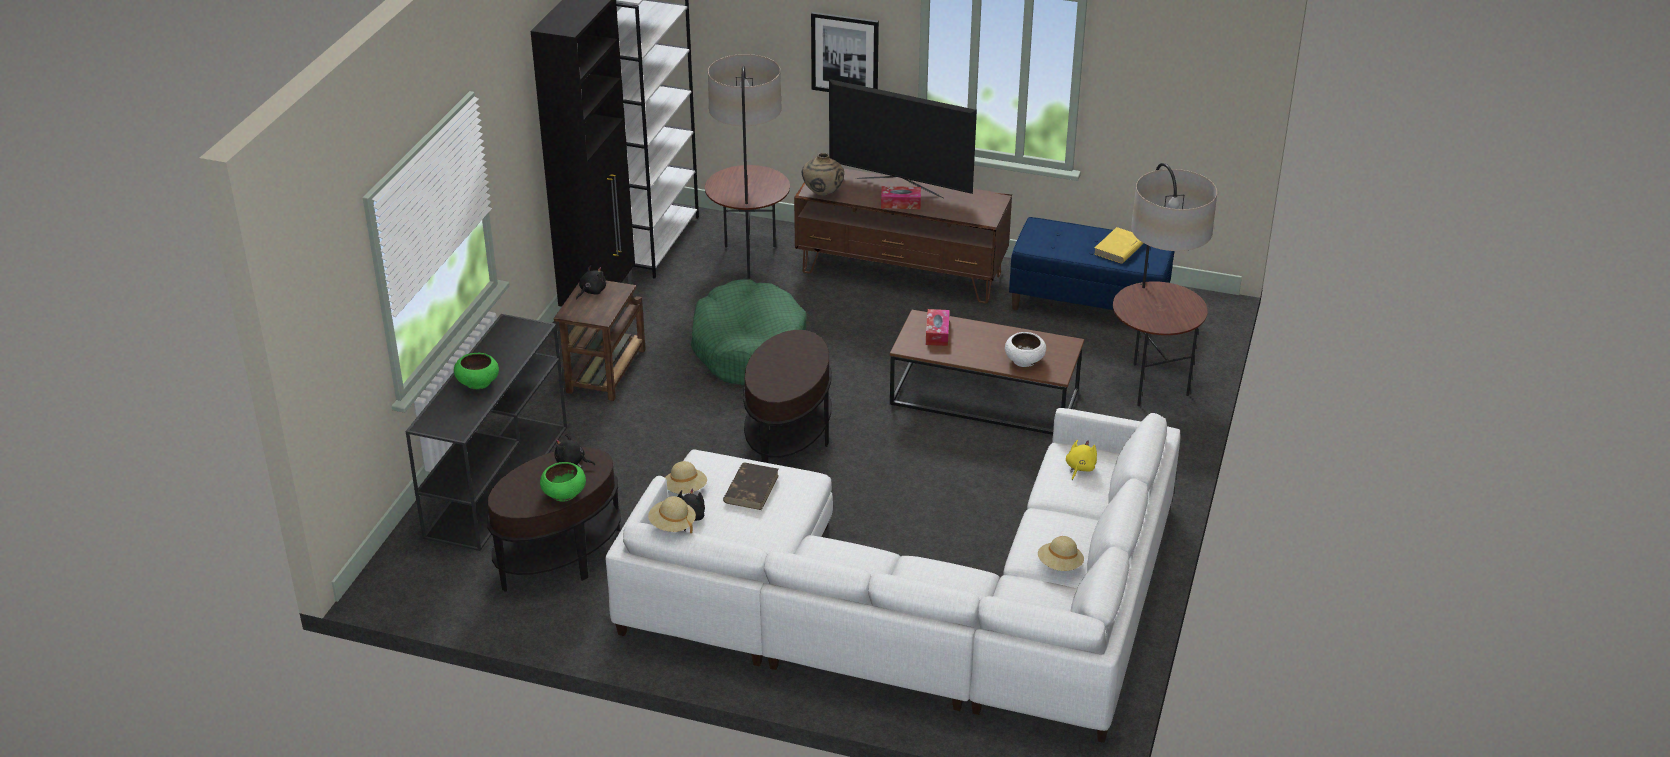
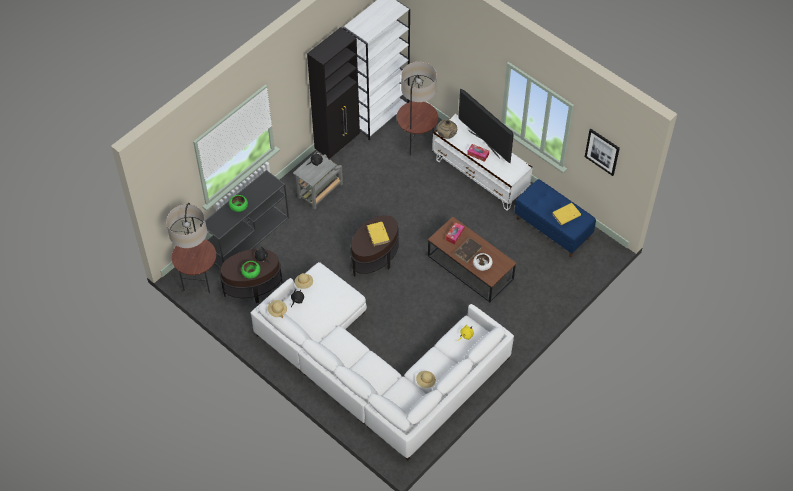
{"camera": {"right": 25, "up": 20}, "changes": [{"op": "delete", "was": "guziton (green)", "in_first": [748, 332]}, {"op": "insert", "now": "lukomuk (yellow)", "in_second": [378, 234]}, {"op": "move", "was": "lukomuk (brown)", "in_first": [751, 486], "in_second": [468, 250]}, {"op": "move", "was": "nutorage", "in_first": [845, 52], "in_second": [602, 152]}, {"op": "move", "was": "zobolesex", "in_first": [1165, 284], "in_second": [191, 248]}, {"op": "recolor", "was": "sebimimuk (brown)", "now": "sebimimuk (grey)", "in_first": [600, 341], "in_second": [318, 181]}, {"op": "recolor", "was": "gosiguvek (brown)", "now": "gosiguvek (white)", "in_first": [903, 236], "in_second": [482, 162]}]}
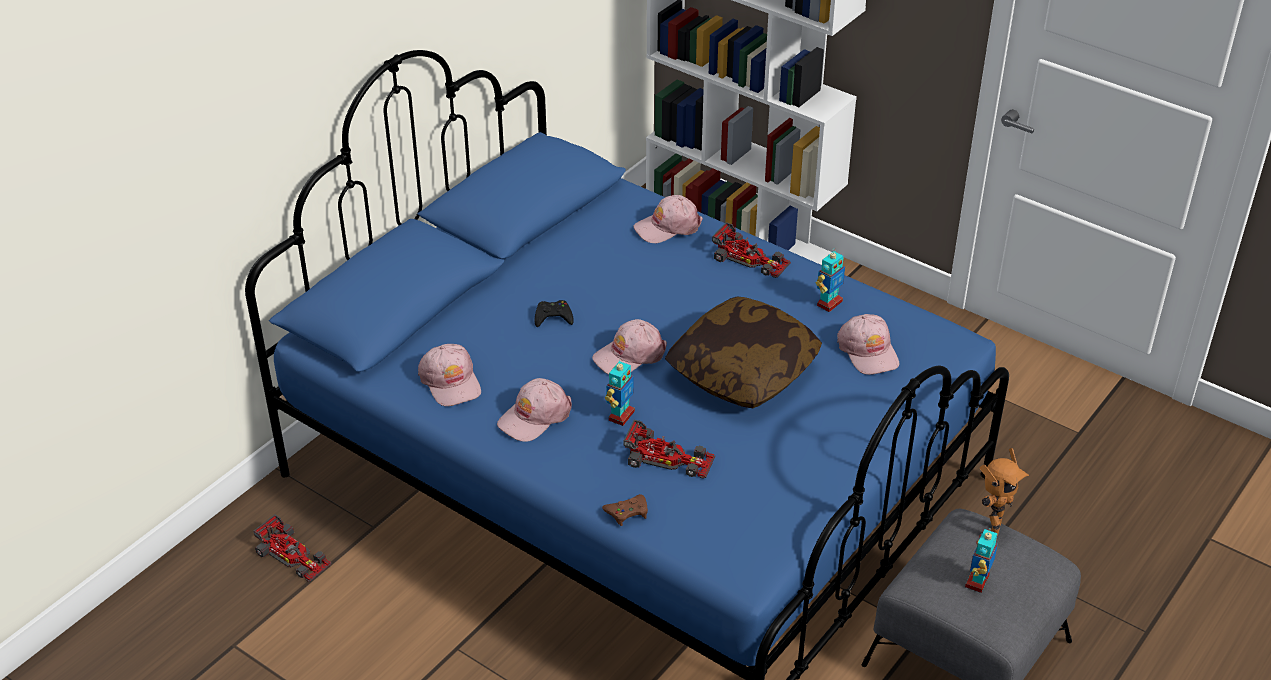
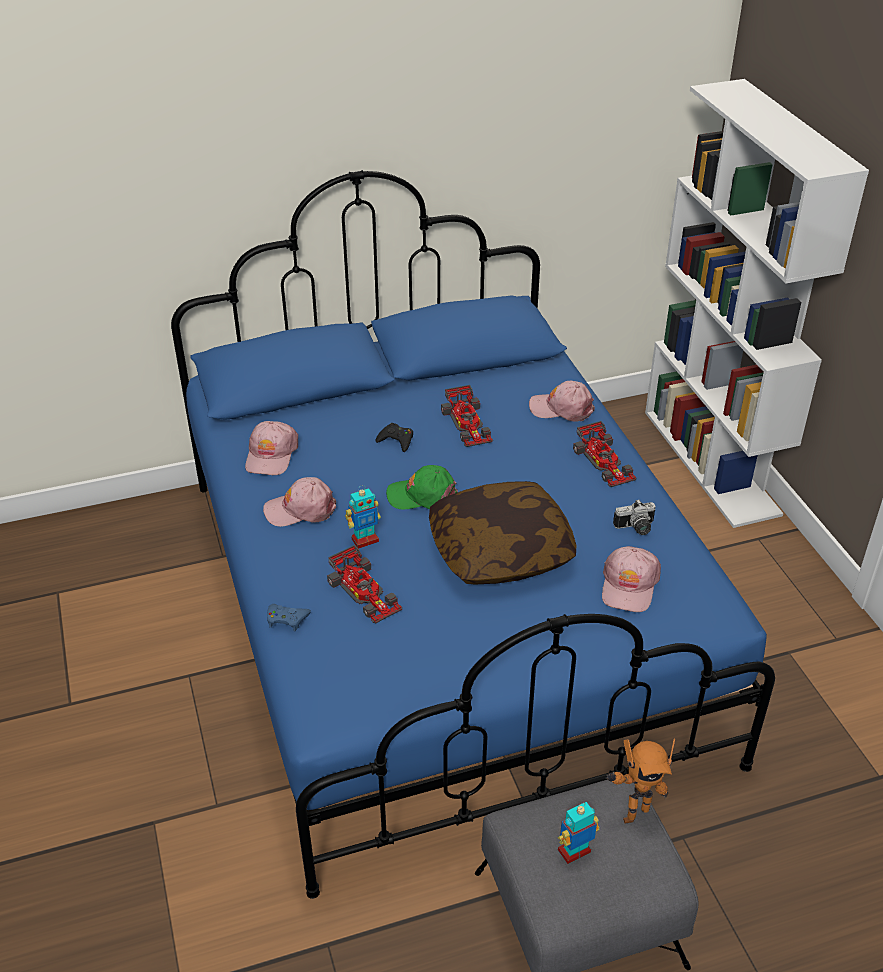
{"camera": {"right": 35, "up": 0}, "changes": [{"op": "move", "was": "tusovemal", "in_first": [292, 548], "in_second": [467, 416]}, {"op": "replace", "was": "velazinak", "now": "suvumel", "in_first": [830, 280], "in_second": [634, 517]}, {"op": "recolor", "was": "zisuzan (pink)", "now": "zisuzan (green)", "in_first": [629, 347], "in_second": [422, 487]}, {"op": "recolor", "was": "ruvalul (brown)", "now": "ruvalul (blue)", "in_first": [625, 510], "in_second": [289, 617]}]}
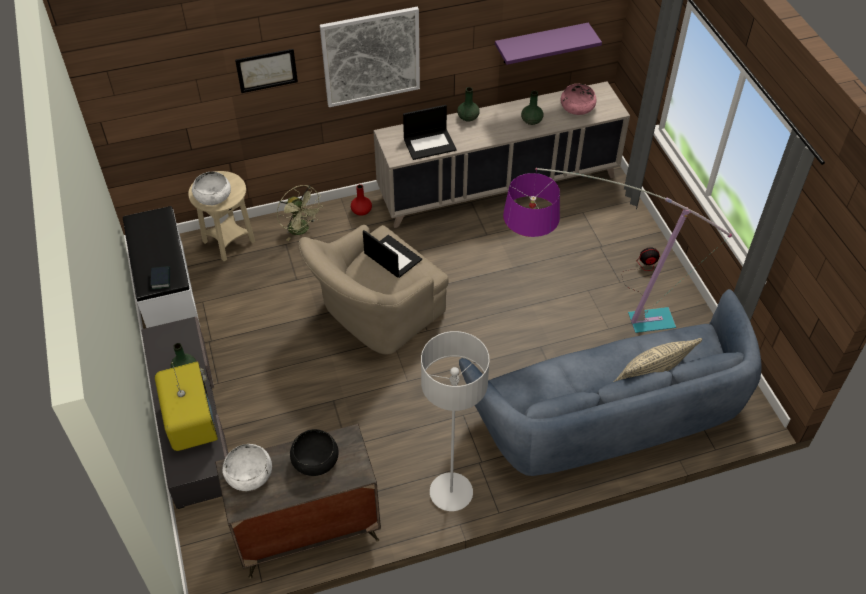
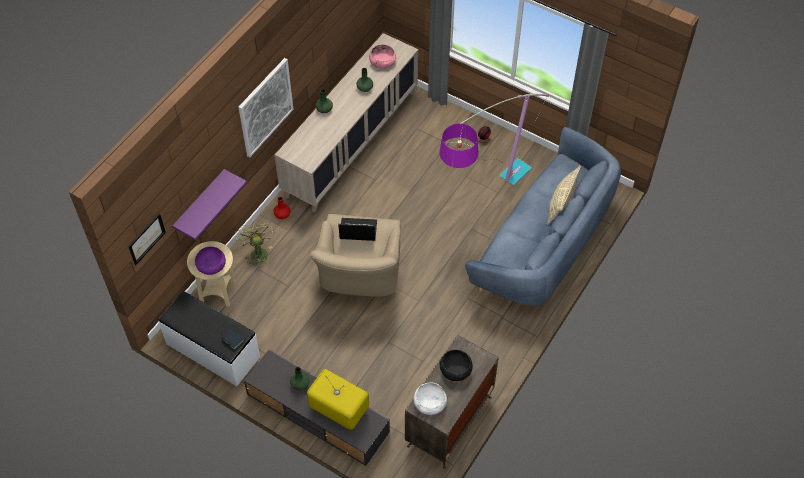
{"camera": {"right": -40, "up": 5}, "changes": [{"op": "delete", "was": "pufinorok", "in_first": [429, 132]}, {"op": "delete", "was": "zobolesex (grey)", "in_first": [455, 421]}, {"op": "move", "was": "nutorage", "in_first": [266, 71], "in_second": [147, 239]}, {"op": "move", "was": "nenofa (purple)", "in_first": [548, 44], "in_second": [209, 204]}, {"op": "recolor", "was": "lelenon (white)", "now": "lelenon (purple)", "in_first": [211, 189], "in_second": [210, 260]}, {"op": "rotate", "was": "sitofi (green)", "in_first": [300, 213], "in_second": [254, 244], "clockwise": -120}]}
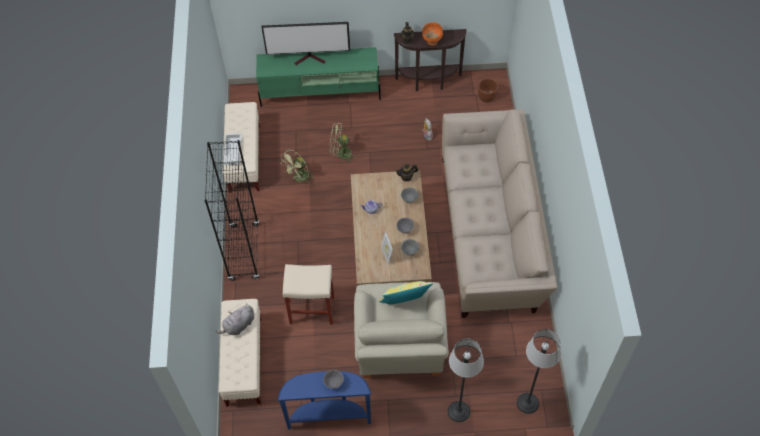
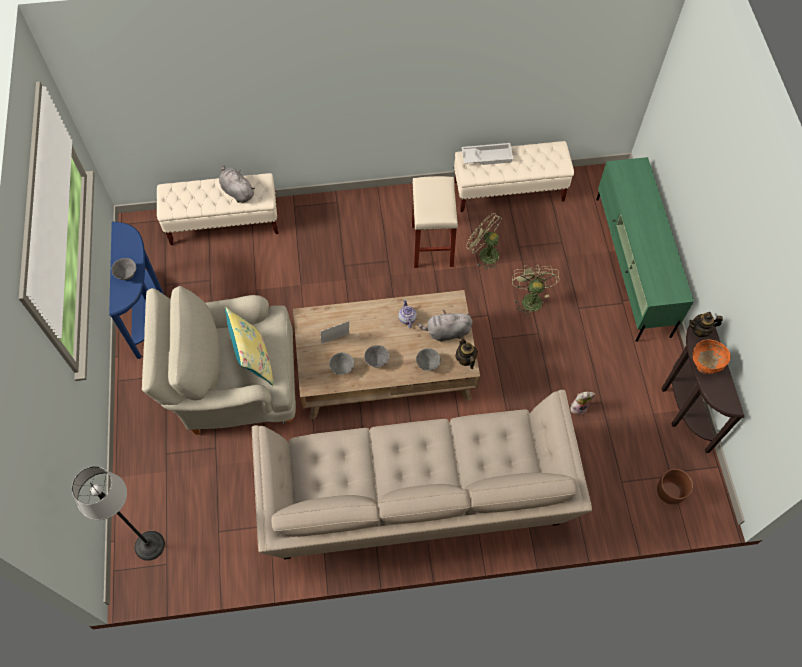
{"camera": {"right": 85, "up": 5}, "changes": [{"op": "delete", "was": "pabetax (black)", "in_first": [232, 210]}, {"op": "delete", "was": "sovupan", "in_first": [305, 43]}, {"op": "delete", "was": "zobolesex", "in_first": [466, 380]}, {"op": "insert", "now": "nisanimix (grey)", "in_second": [445, 326]}, {"op": "move", "was": "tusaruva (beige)", "in_first": [308, 294], "in_second": [435, 222]}]}
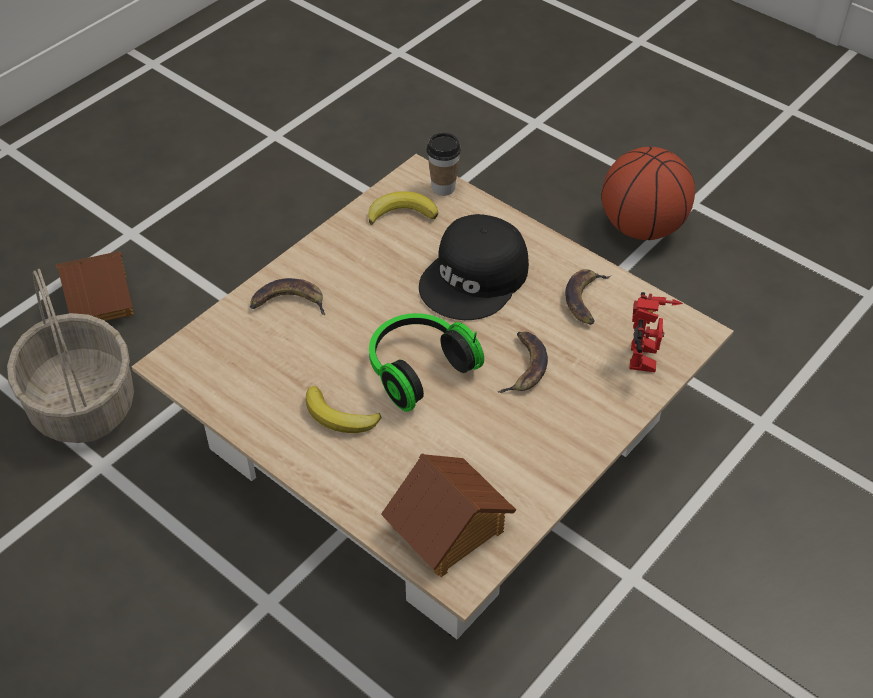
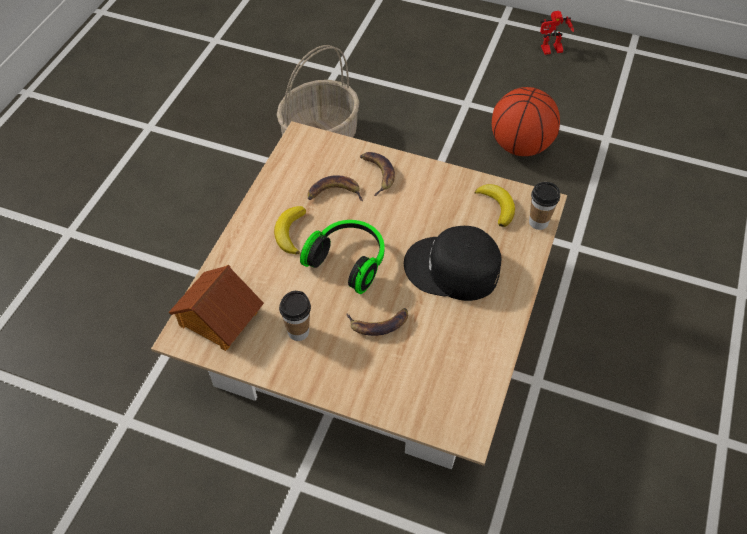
{"camera": {"right": 70, "up": 5}, "changes": [{"op": "delete", "was": "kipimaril", "in_first": [95, 286]}, {"op": "insert", "now": "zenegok", "in_second": [295, 316]}, {"op": "move", "was": "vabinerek", "in_first": [588, 297], "in_second": [335, 188]}, {"op": "move", "was": "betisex", "in_first": [648, 193], "in_second": [526, 121]}, {"op": "move", "was": "velazinak", "in_first": [656, 332], "in_second": [557, 33]}]}
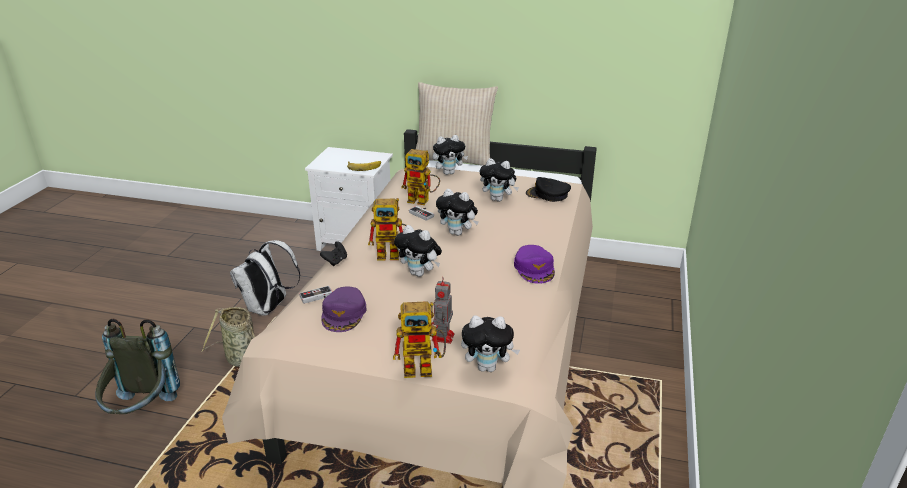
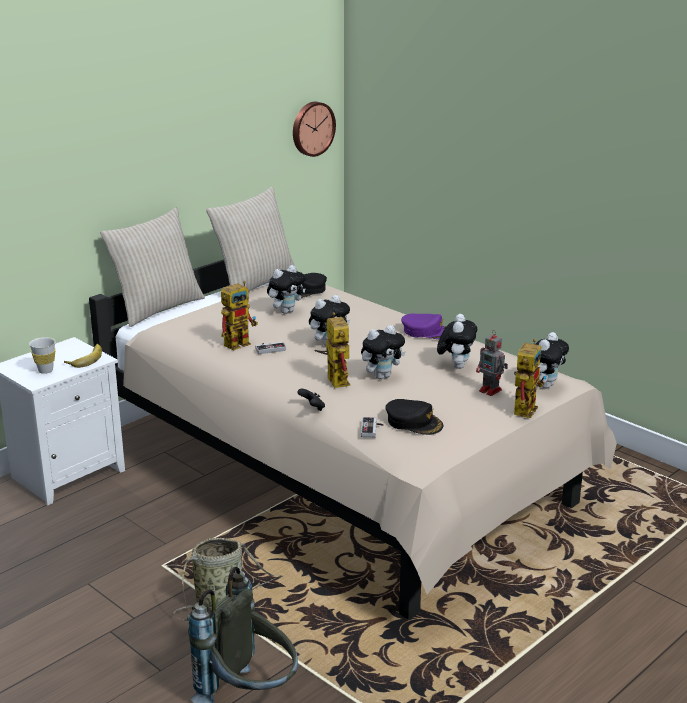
{"camera": {"right": -60, "up": -5}, "changes": [{"op": "delete", "was": "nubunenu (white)", "in_first": [265, 278]}, {"op": "insert", "now": "zenegok (white)", "in_second": [42, 355]}, {"op": "insert", "now": "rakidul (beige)", "in_second": [252, 239]}, {"op": "insert", "now": "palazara", "in_second": [314, 129]}, {"op": "move", "was": "nisanimix", "in_first": [450, 155], "in_second": [457, 341]}, {"op": "recolor", "was": "zisuzan (purple)", "now": "zisuzan (black)", "in_first": [343, 309], "in_second": [414, 417]}, {"op": "rotate", "was": "velazinak", "in_first": [387, 229], "in_second": [332, 350], "clockwise": -45}]}
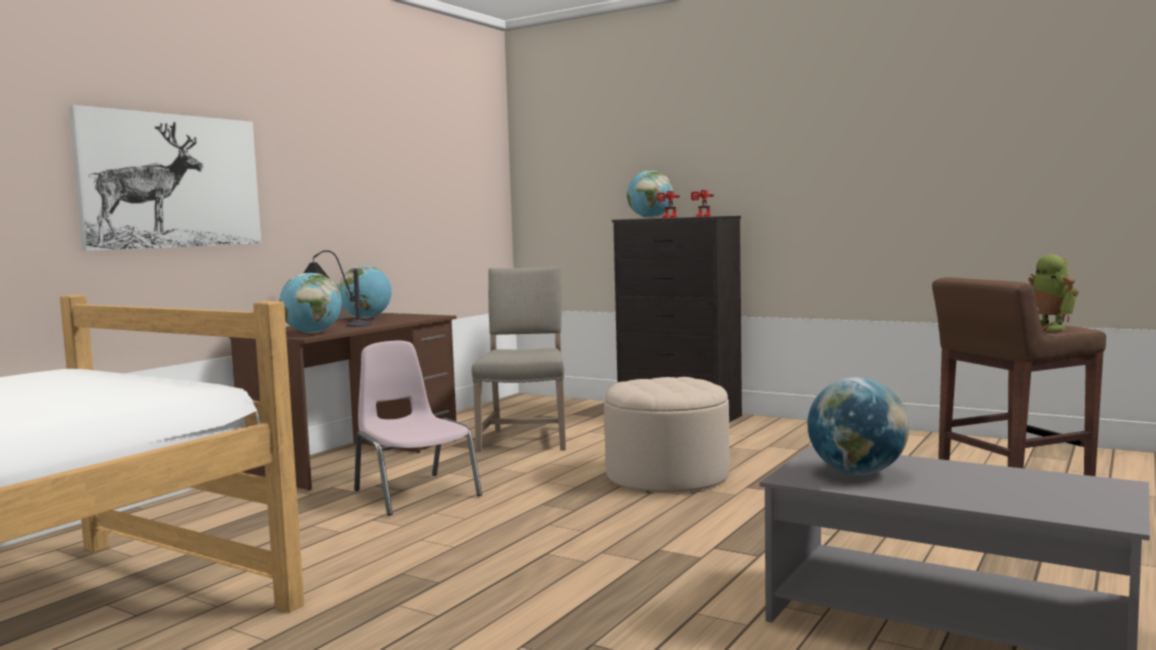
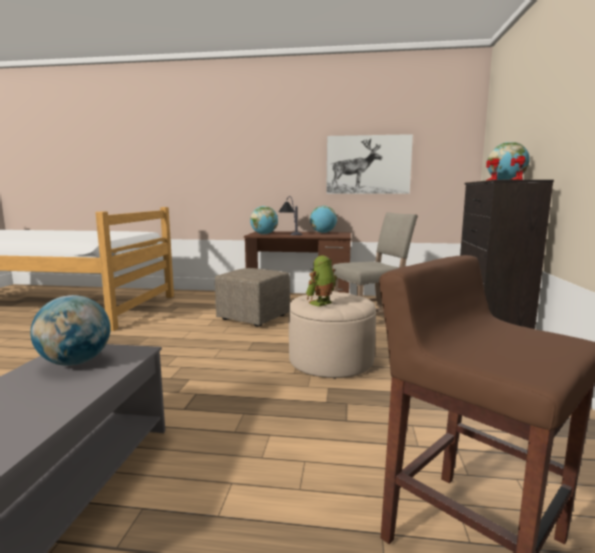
{"camera": {"right": 65, "up": 5}, "changes": [{"op": "move", "was": "nutorage", "in_first": [165, 178], "in_second": [369, 164]}, {"op": "move", "was": "velazinak", "in_first": [1053, 293], "in_second": [321, 281]}, {"op": "replace", "was": "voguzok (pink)", "now": "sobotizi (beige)", "in_first": [418, 428], "in_second": [252, 297]}]}
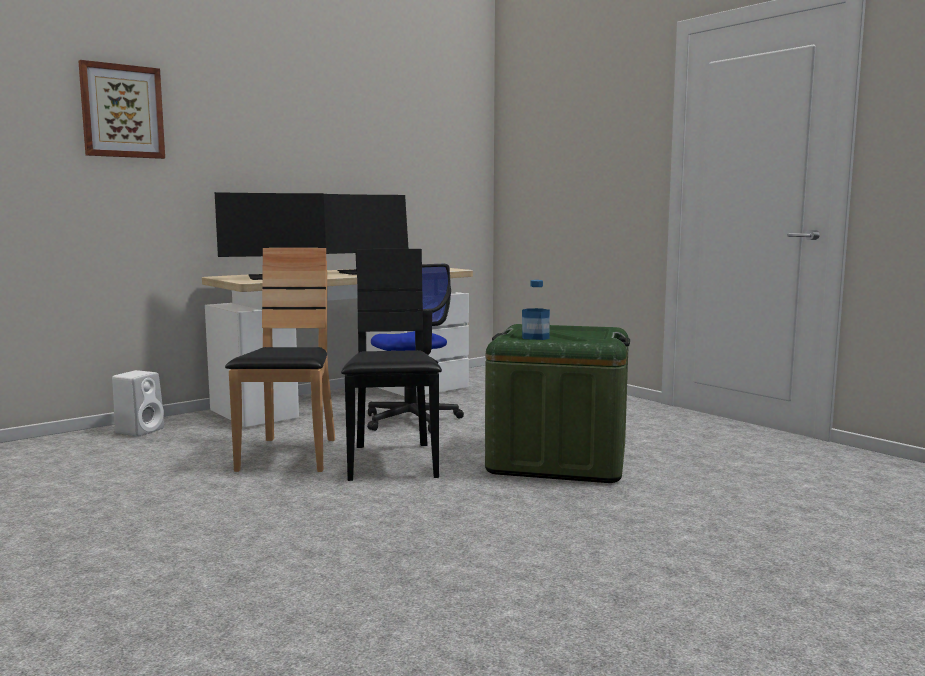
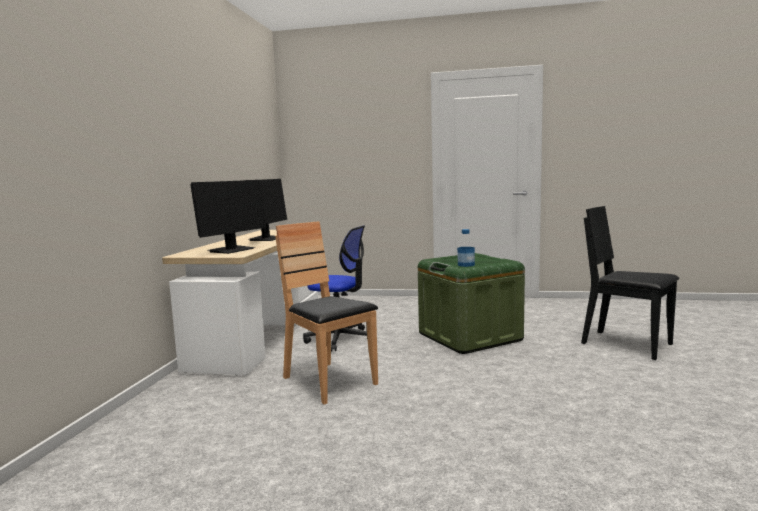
{"camera": {"right": -40, "up": 0}, "changes": [{"op": "delete", "was": "nutorage", "in_first": [121, 109]}, {"op": "delete", "was": "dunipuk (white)", "in_first": [138, 403]}, {"op": "move", "was": "voguzok (black)", "in_first": [391, 365], "in_second": [630, 283]}]}
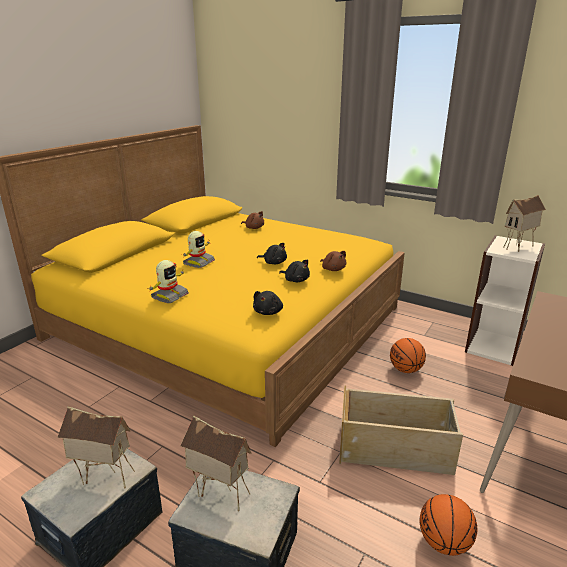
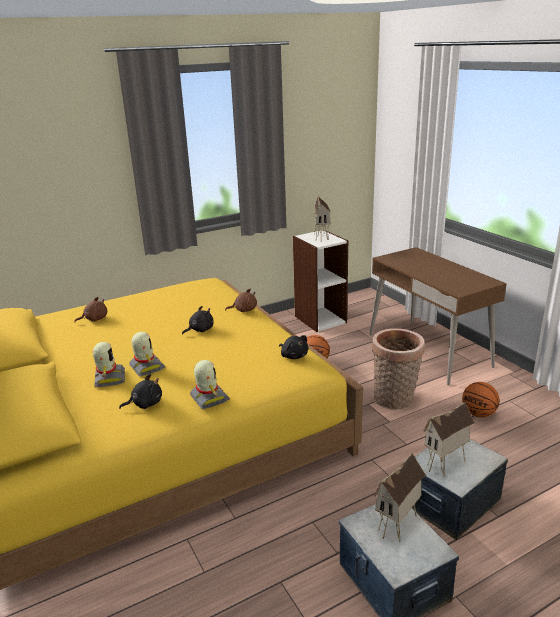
{"camera": {"right": -60, "up": 0}, "changes": [{"op": "insert", "now": "velazinak", "in_second": [109, 364]}, {"op": "move", "was": "nisanimix (black)", "in_first": [294, 271], "in_second": [140, 391]}, {"op": "replace", "was": "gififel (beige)", "now": "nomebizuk", "in_first": [401, 430], "in_second": [398, 369]}]}
